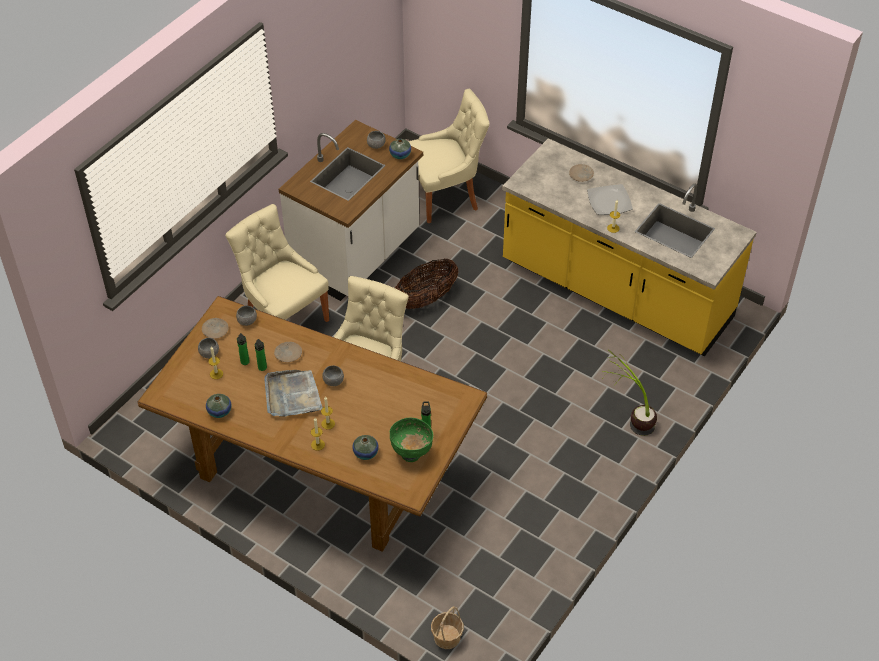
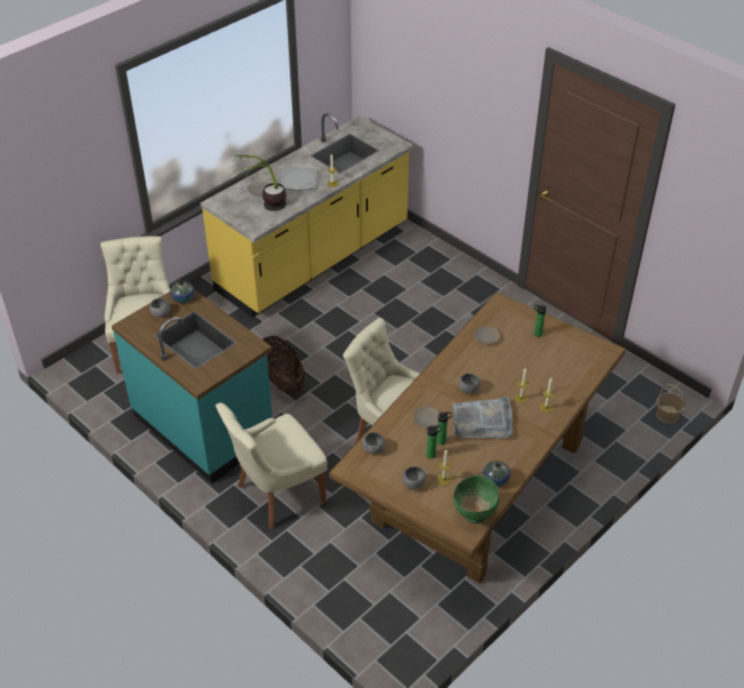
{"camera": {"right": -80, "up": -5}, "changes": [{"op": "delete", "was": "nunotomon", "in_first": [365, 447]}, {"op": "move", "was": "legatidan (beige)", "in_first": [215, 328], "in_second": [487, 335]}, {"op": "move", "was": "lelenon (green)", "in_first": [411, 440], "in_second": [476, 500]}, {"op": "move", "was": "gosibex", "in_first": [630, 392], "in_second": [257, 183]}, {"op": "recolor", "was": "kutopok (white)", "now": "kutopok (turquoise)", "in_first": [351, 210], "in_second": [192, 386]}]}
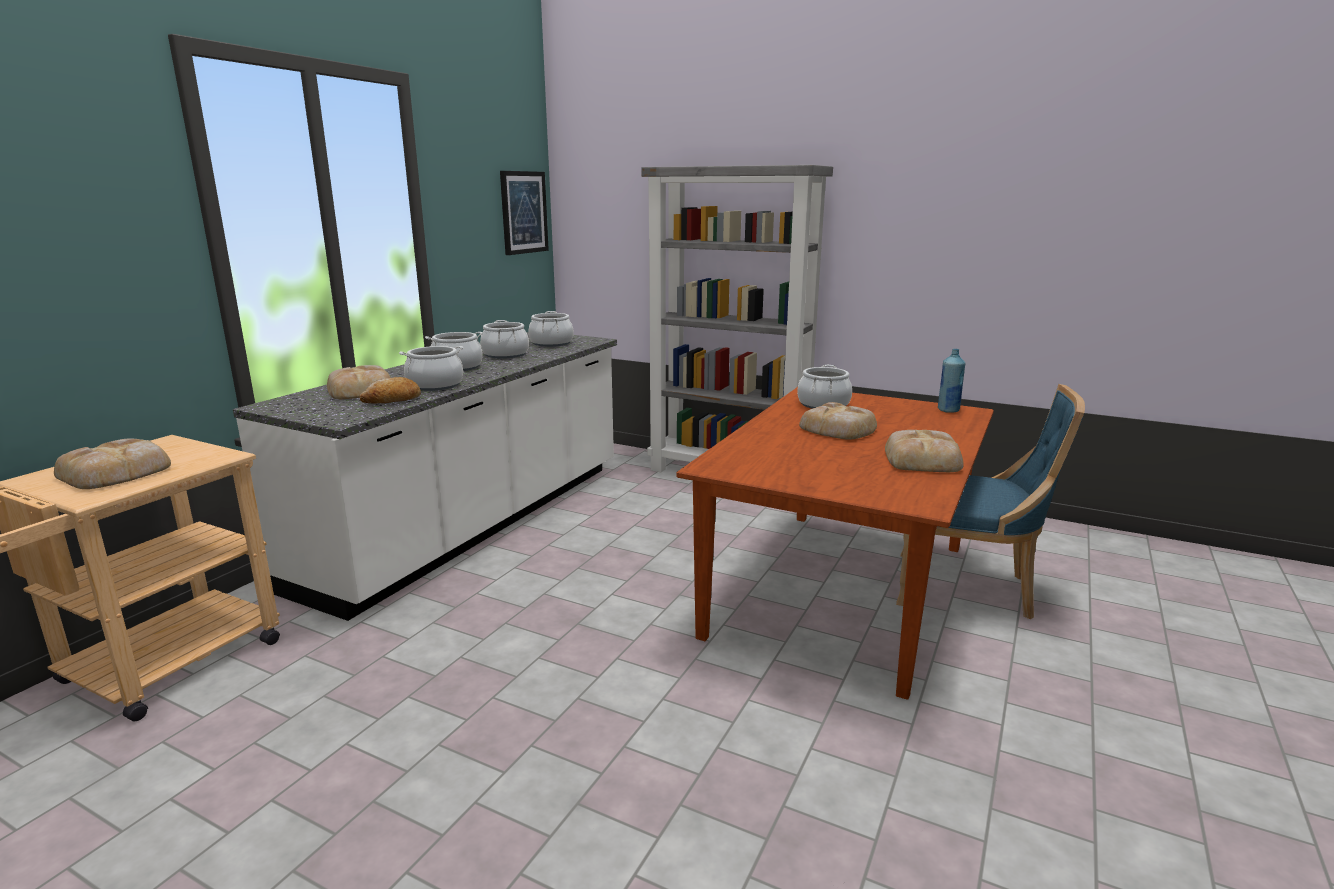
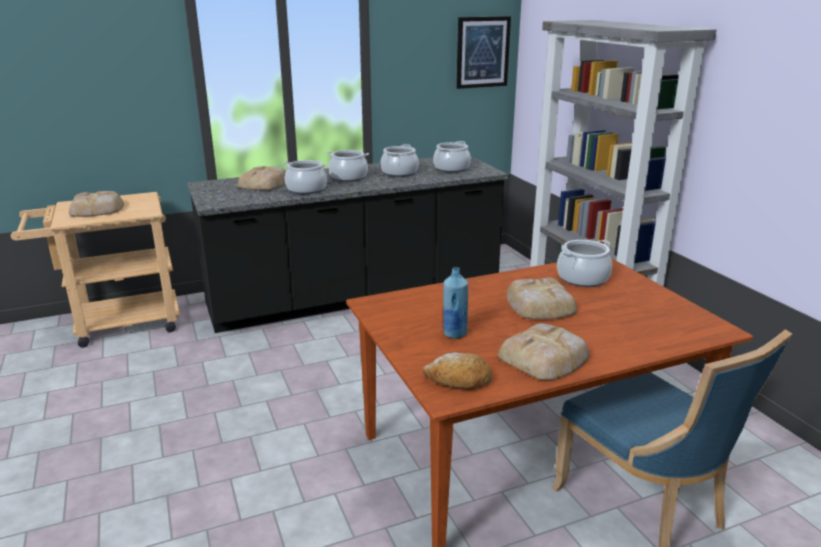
{"camera": {"right": 40, "up": 5}, "changes": [{"op": "move", "was": "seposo", "in_first": [390, 390], "in_second": [457, 370]}, {"op": "move", "was": "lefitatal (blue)", "in_first": [952, 381], "in_second": [455, 303]}, {"op": "recolor", "was": "kutopok (white)", "now": "kutopok (black)", "in_first": [425, 476], "in_second": [347, 244]}]}
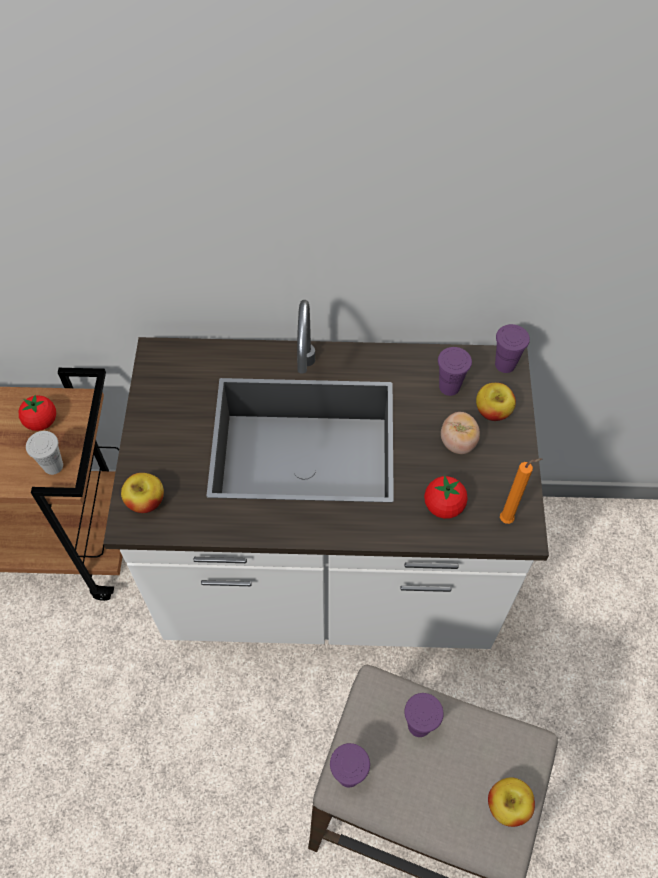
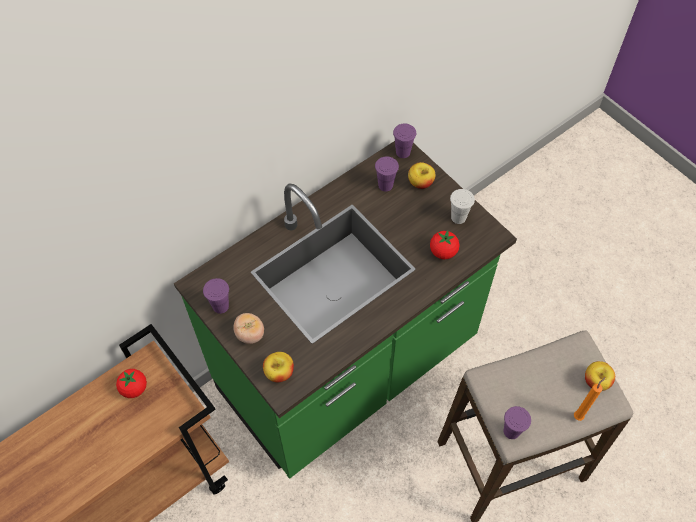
{"camera": {"right": -40, "up": 0}, "changes": [{"op": "move", "was": "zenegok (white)", "in_first": [44, 453], "in_second": [462, 206]}, {"op": "move", "was": "zenegok (purple)", "in_first": [424, 715], "in_second": [216, 296]}, {"op": "move", "was": "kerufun", "in_first": [460, 433], "in_second": [248, 328]}, {"op": "move", "was": "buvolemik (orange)", "in_first": [521, 491], "in_second": [589, 399]}, {"op": "recolor", "was": "kutopok (white)", "now": "kutopok (green)", "in_first": [326, 474], "in_second": [345, 310]}]}
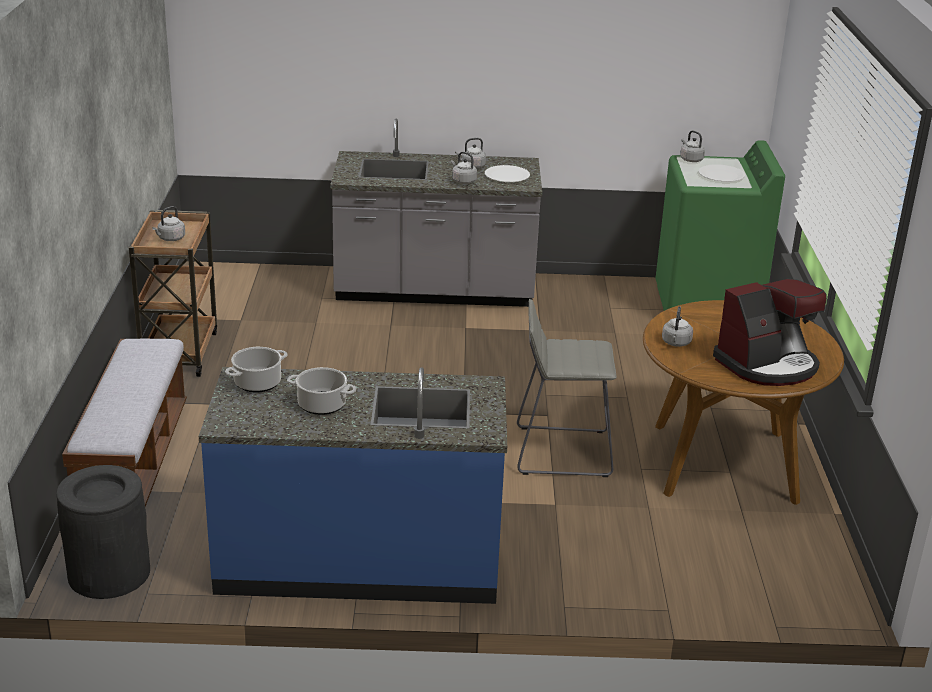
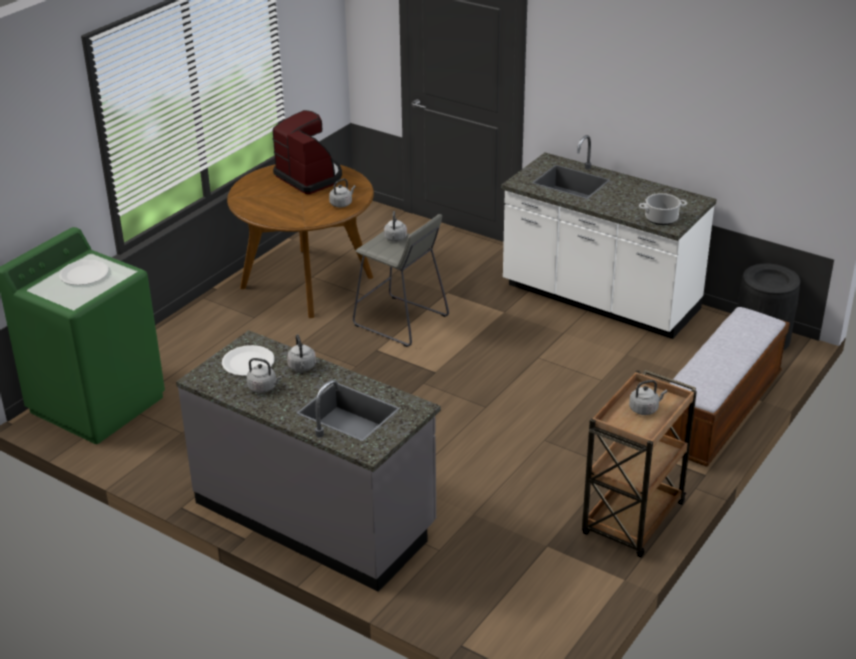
{"camera": {"right": -145, "up": 5}, "changes": [{"op": "delete", "was": "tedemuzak", "in_first": [321, 391]}, {"op": "move", "was": "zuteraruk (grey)", "in_first": [692, 146], "in_second": [395, 226]}, {"op": "recolor", "was": "kutopok (blue)", "now": "kutopok (white)", "in_first": [353, 485], "in_second": [609, 237]}, {"op": "rotate", "was": "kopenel", "in_first": [770, 332], "in_second": [307, 152], "clockwise": 45}]}
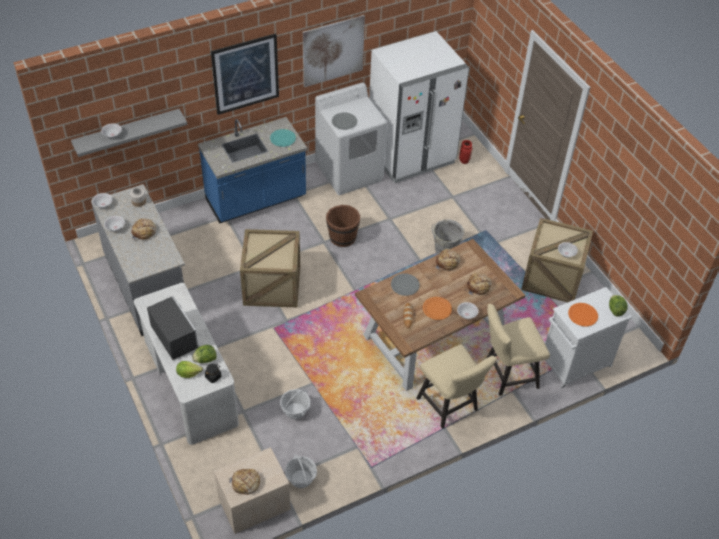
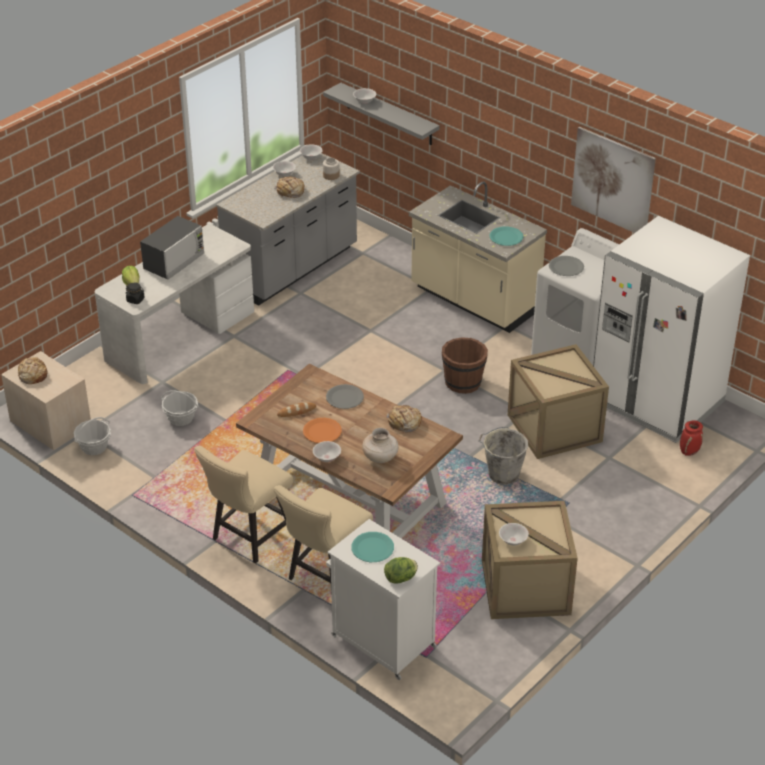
{"camera": {"right": 70, "up": -10}, "changes": [{"op": "delete", "was": "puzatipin", "in_first": [204, 354]}, {"op": "delete", "was": "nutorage", "in_first": [245, 74]}, {"op": "move", "was": "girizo", "in_first": [270, 268], "in_second": [558, 401]}, {"op": "replace", "was": "seposo", "now": "nunotomon (beige)", "in_first": [479, 284], "in_second": [380, 445]}, {"op": "recolor", "was": "kutopok (blue)", "now": "kutopok (beige)", "in_first": [252, 170], "in_second": [478, 257]}, {"op": "recolor", "was": "legatidan (orange)", "now": "legatidan (turquoise)", "in_first": [583, 314], "in_second": [372, 547]}, {"op": "rotate", "was": "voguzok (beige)", "in_first": [518, 350], "in_second": [323, 540], "clockwise": -105}]}
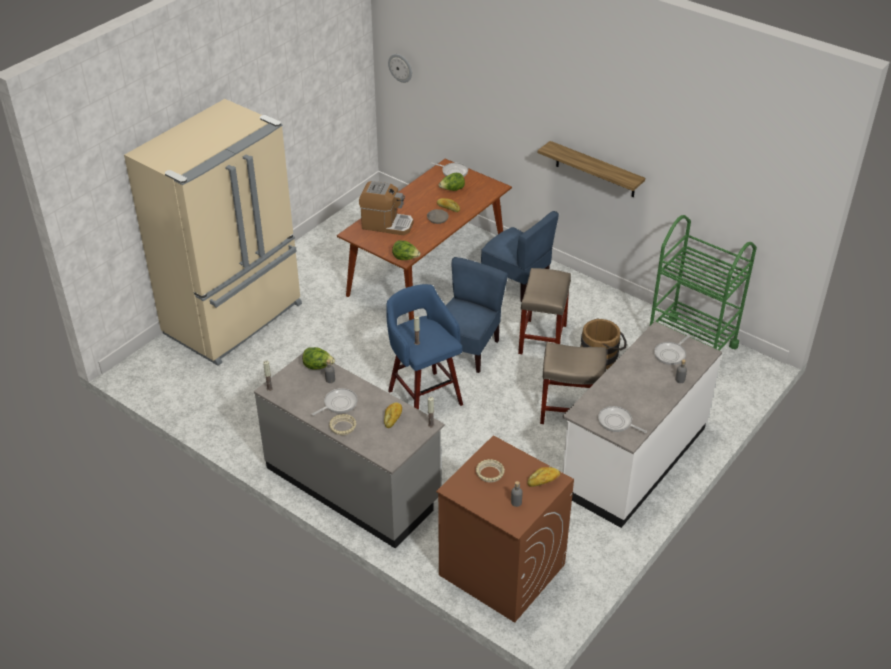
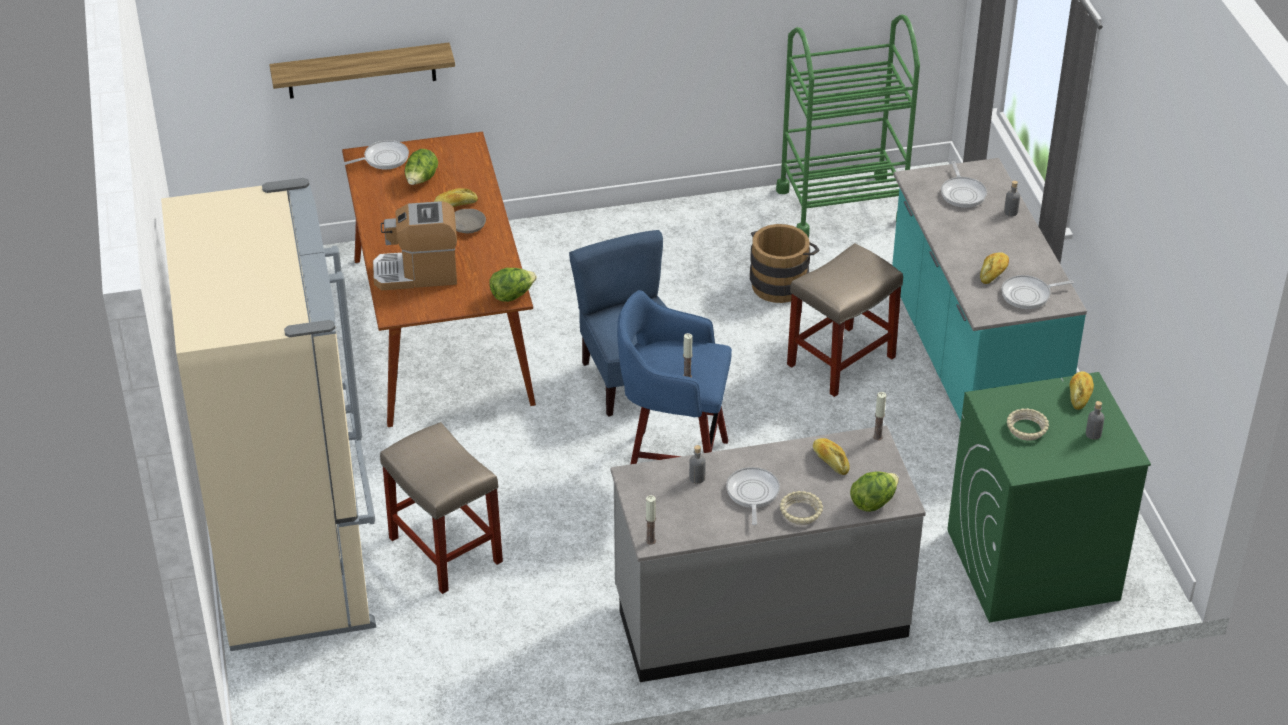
{"camera": {"right": -50, "up": 0}, "changes": [{"op": "delete", "was": "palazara", "in_first": [400, 68]}, {"op": "delete", "was": "voguzok (blue)", "in_first": [520, 256]}, {"op": "insert", "now": "seposo", "in_second": [994, 268]}, {"op": "move", "was": "puzatipin", "in_first": [318, 358], "in_second": [874, 491]}, {"op": "move", "was": "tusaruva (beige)", "in_first": [544, 311], "in_second": [441, 508]}, {"op": "move", "was": "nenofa", "in_first": [591, 169], "in_second": [362, 71]}, {"op": "recolor", "was": "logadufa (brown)", "now": "logadufa (green)", "in_first": [505, 529], "in_second": [1049, 497]}, {"op": "recolor", "was": "kutopok (white)", "now": "kutopok (turquoise)", "in_first": [642, 425], "in_second": [989, 289]}, {"op": "rotate", "was": "kopenel", "in_first": [386, 208], "in_second": [415, 245], "clockwise": -150}]}
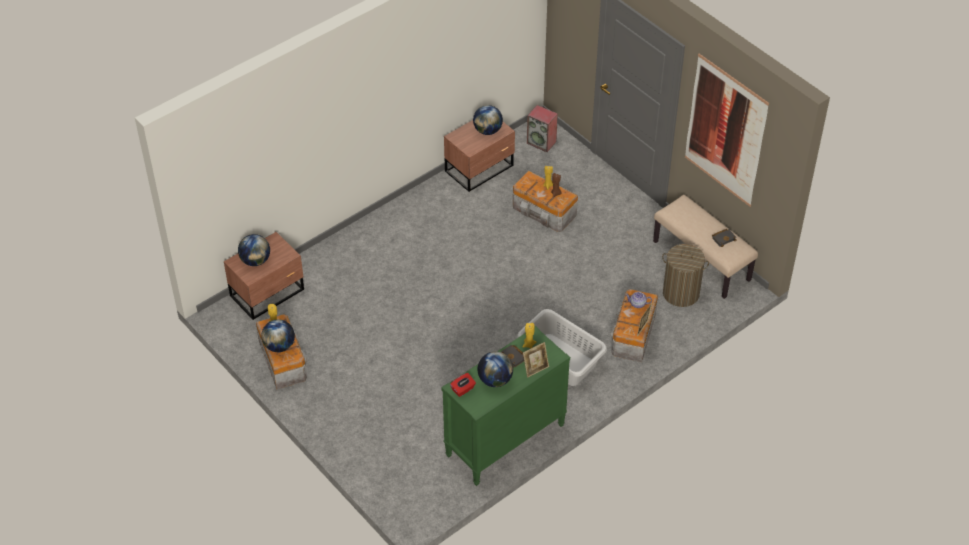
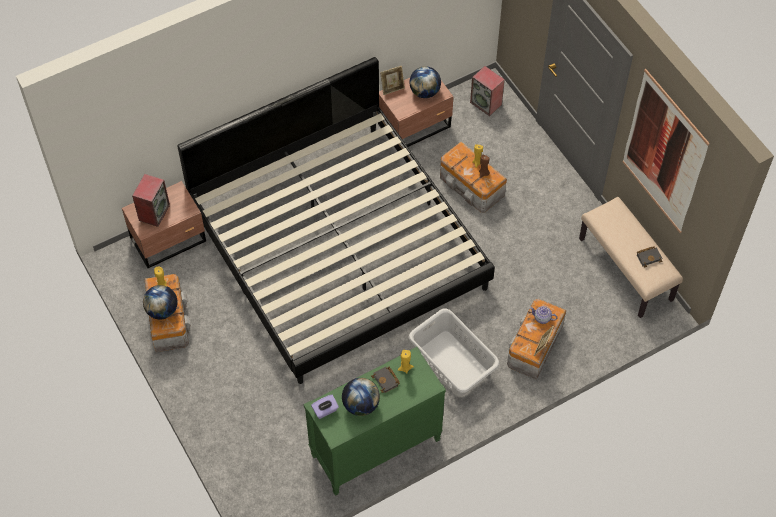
{"camera": {"right": 10, "up": 10}, "changes": [{"op": "delete", "was": "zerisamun", "in_first": [685, 275]}, {"op": "insert", "now": "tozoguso", "in_second": [336, 220]}, {"op": "move", "was": "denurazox", "in_first": [536, 359], "in_second": [392, 80]}, {"op": "replace", "was": "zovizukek", "now": "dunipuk", "in_first": [254, 250], "in_second": [151, 200]}, {"op": "recolor", "was": "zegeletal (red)", "now": "zegeletal (purple)", "in_first": [463, 385], "in_second": [325, 407]}]}
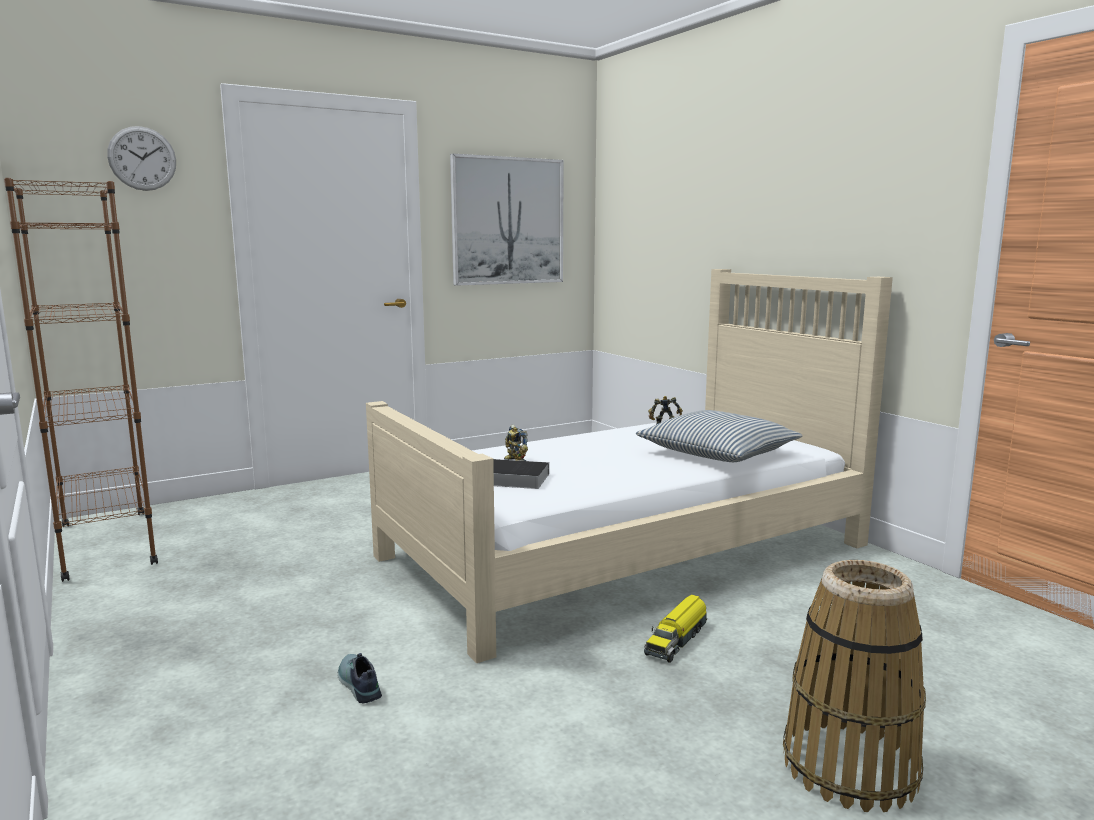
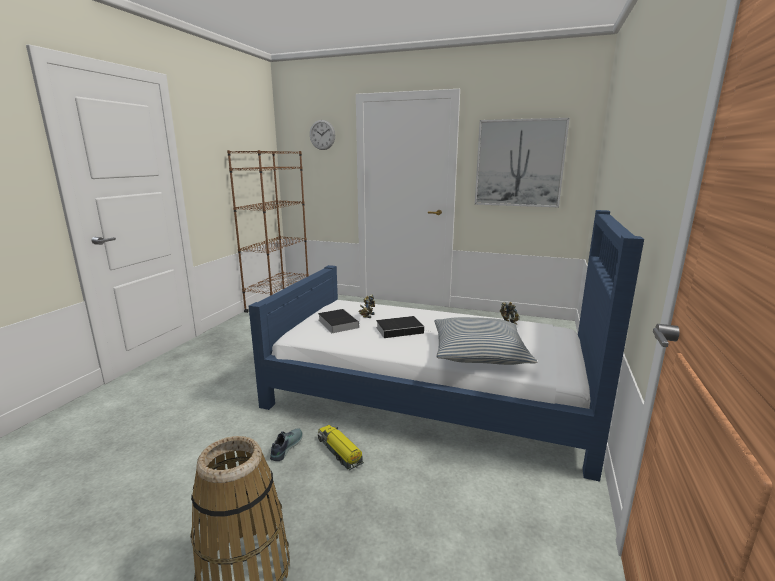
{"camera": {"right": 50, "up": 5}, "changes": [{"op": "insert", "now": "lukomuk", "in_second": [403, 327]}, {"op": "move", "was": "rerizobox", "in_first": [360, 678], "in_second": [286, 444]}, {"op": "recolor", "was": "tozoguso (beige)", "now": "tozoguso (blue)", "in_first": [629, 466], "in_second": [446, 346]}, {"op": "rotate", "was": "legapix", "in_first": [675, 628], "in_second": [340, 447], "clockwise": 60}]}
